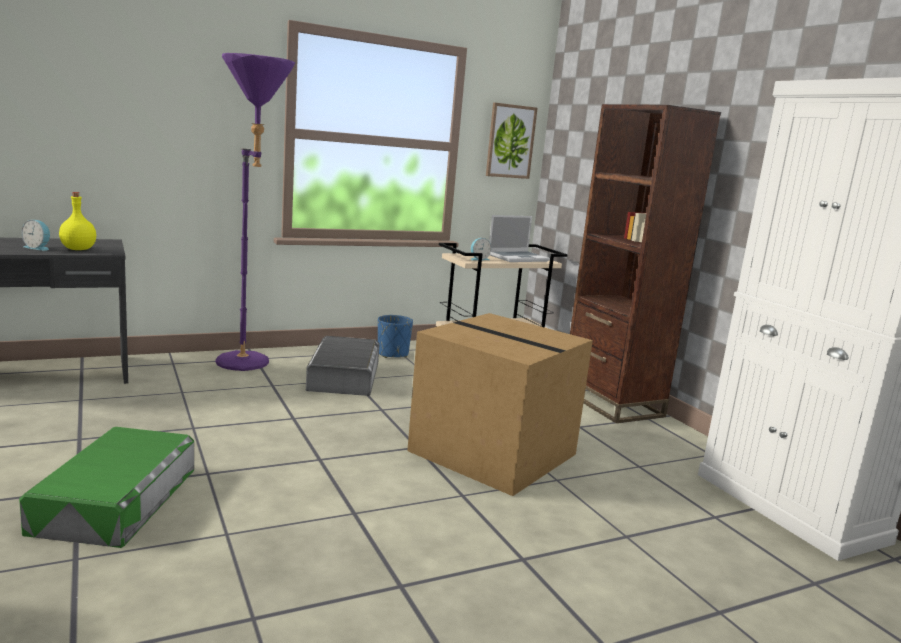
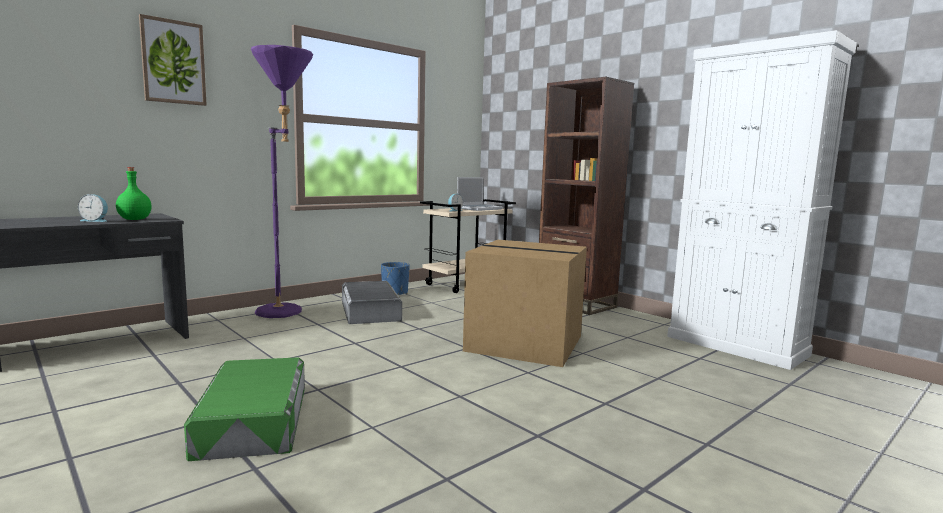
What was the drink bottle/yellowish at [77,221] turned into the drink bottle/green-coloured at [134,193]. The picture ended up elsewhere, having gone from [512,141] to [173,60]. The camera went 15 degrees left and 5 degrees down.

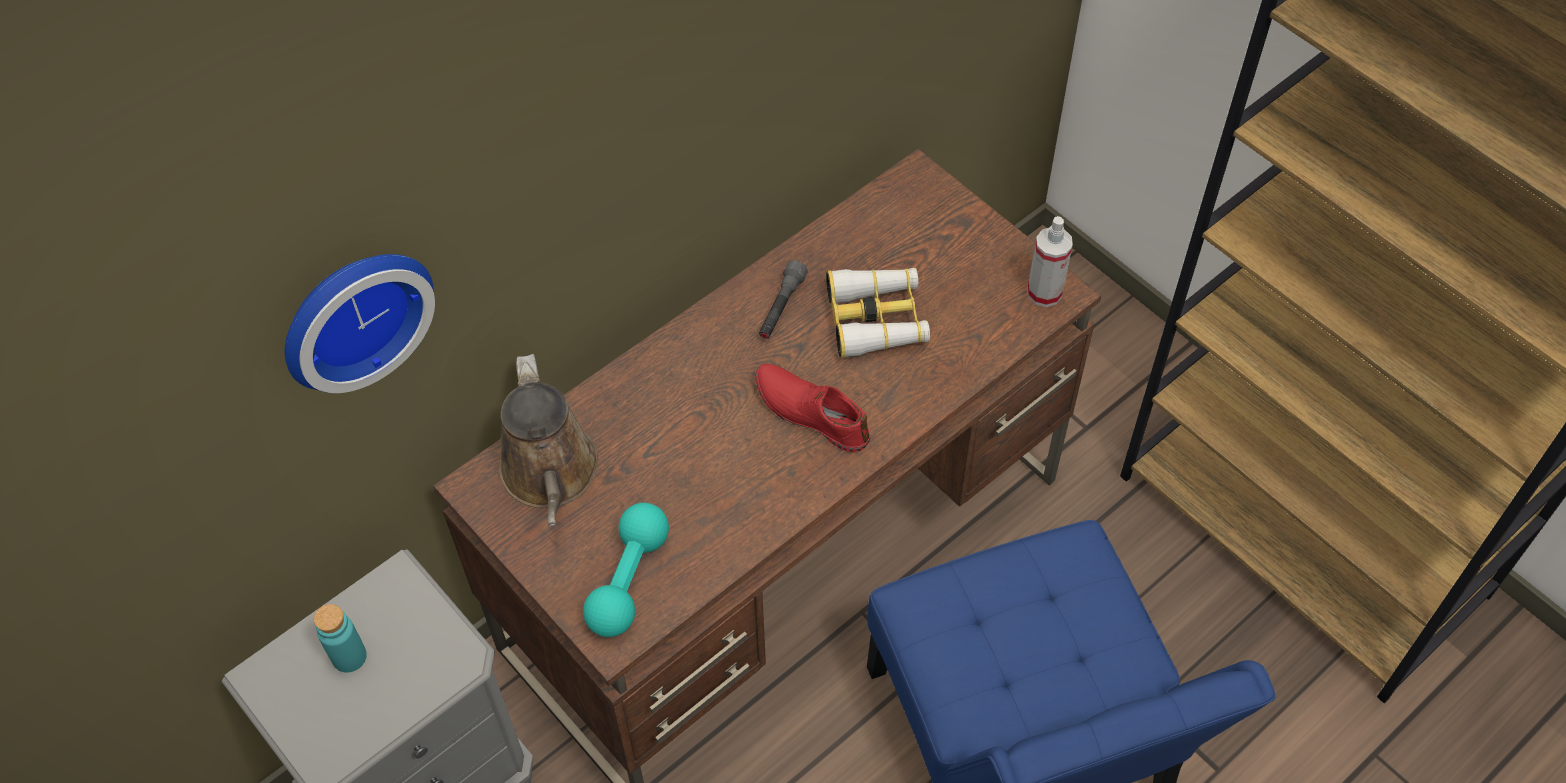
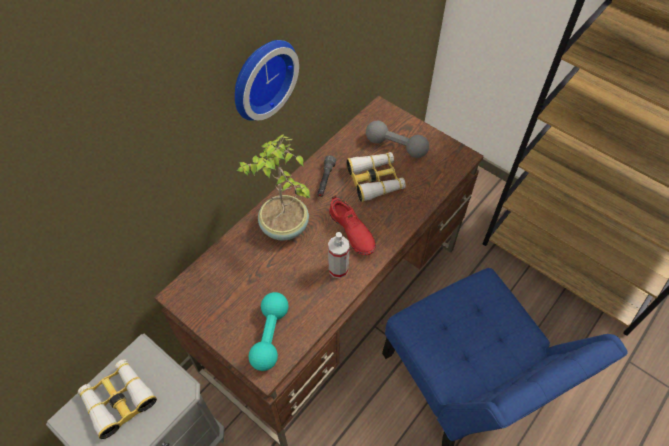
Where the drink bottle/turquoise-coloured stood at [340,638], the binoculars came to stand at [117,399]. The clock on the wall ended up elsewhere, having gone from [360,323] to [267,80]. The second view gained the plant in a pot at [273,188]. The sprayer ended up elsewhere, having gone from [1050,261] to [339,255]. The shoe/red-coloured at [812,408] ended up facing another way, 150 degrees counterclockwise from before. The second view gained the free weight/grey at [397,139]. The second view lost the sprinkling can/brown-coloured at [548,440]. The camera went 10 degrees left and 0 degrees up.

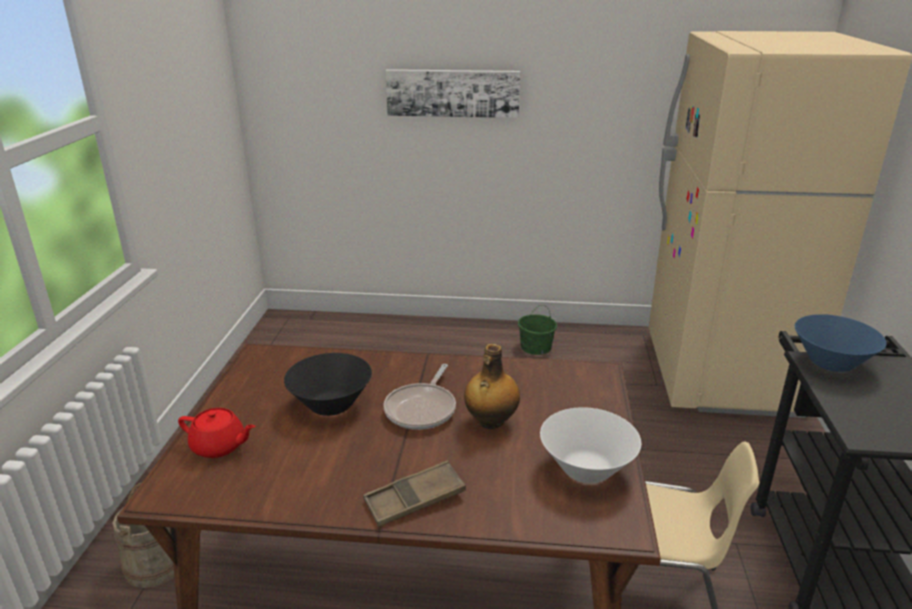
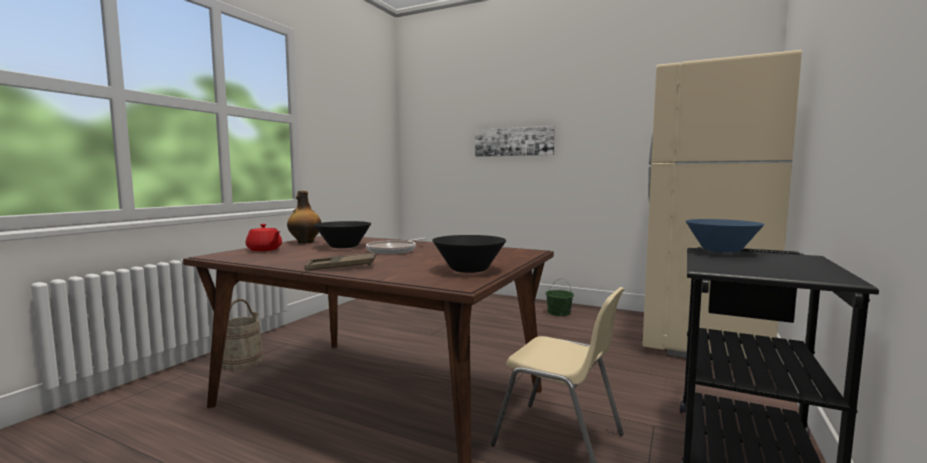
The drink bottle ended up elsewhere, having gone from [492,386] to [304,217]. What was the bowl/white at [590,445] turned into the bowl/black at [469,254]. The camera went 20 degrees right and 20 degrees down.

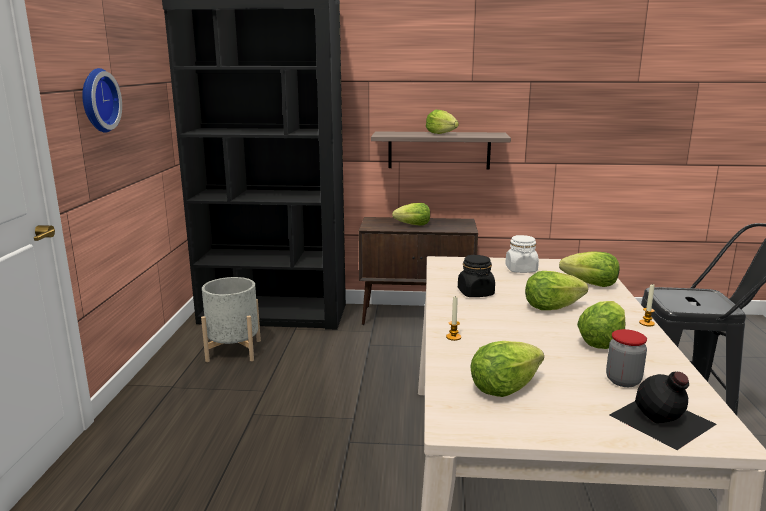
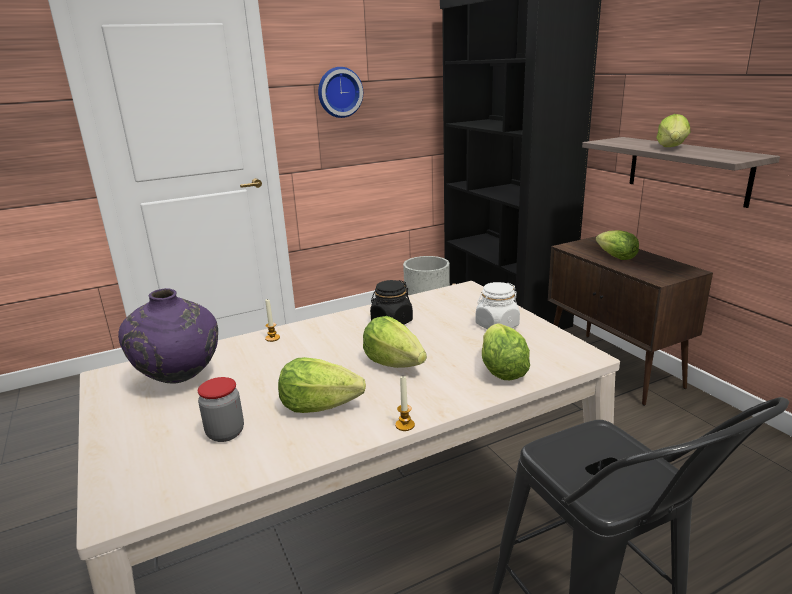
Where the lettuce head stood at [507,369], the vase/purple came to stand at [168,336]. The second view lost the drink bottle/black at [662,411]. The camera went 60 degrees right and 5 degrees up.

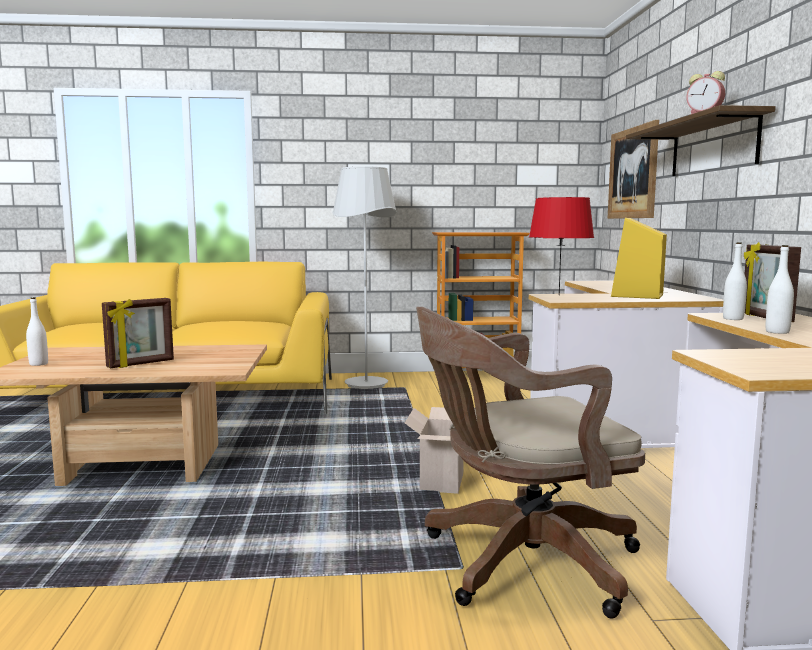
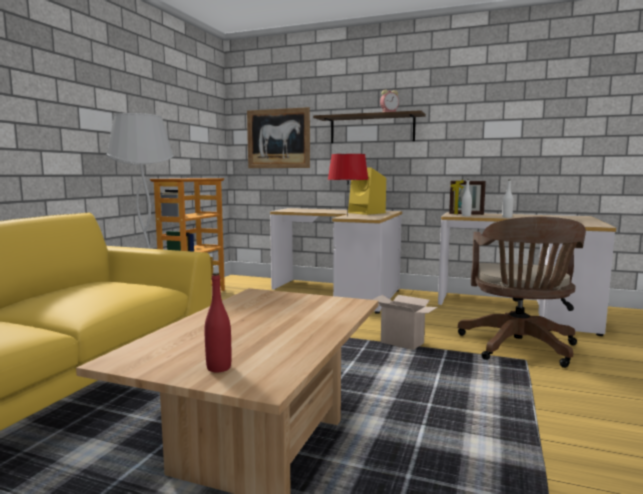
What was the drink bottle/white at [37,331] turned into the drink bottle/red-coloured at [218,322]. The second view lost the standing frame at [138,333]. The camera went 65 degrees left and 0 degrees up.

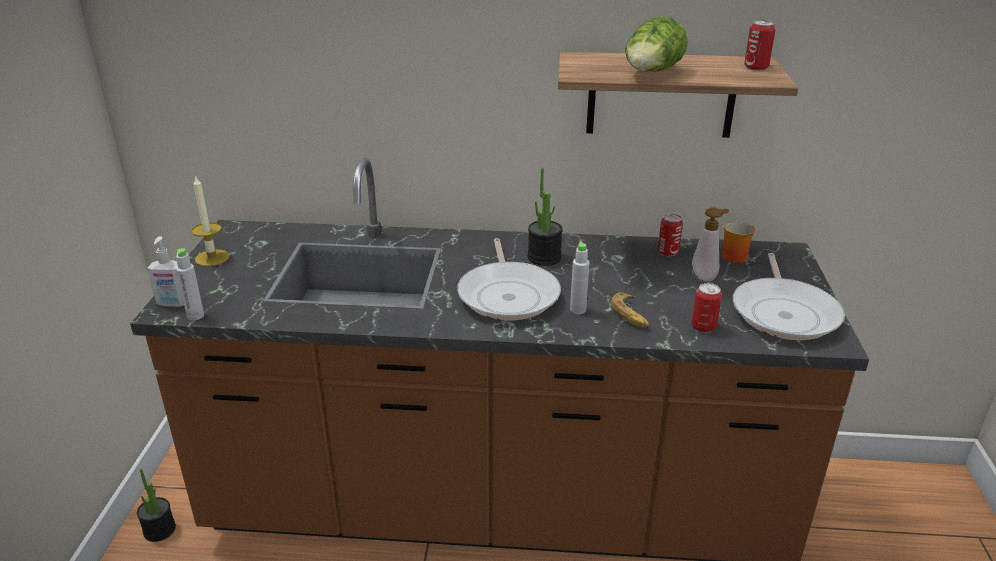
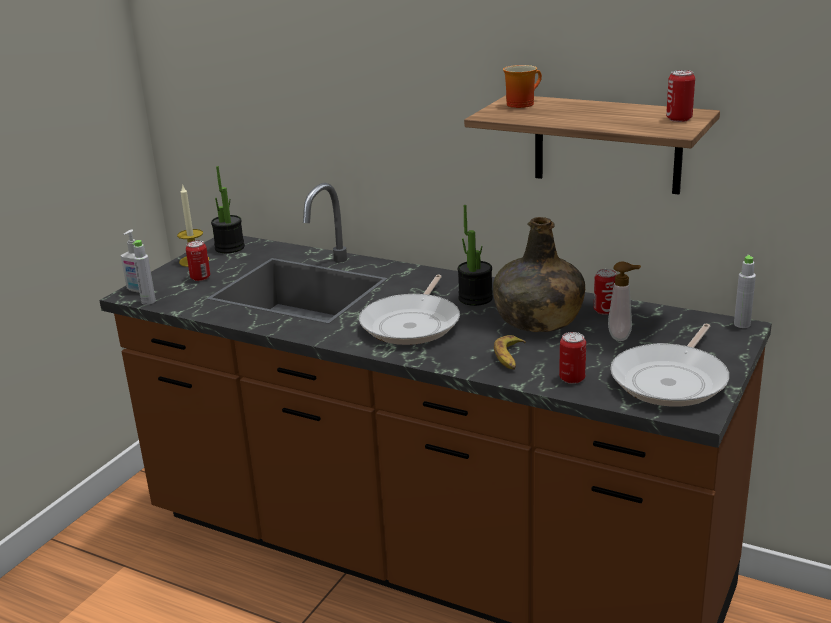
The second view gained the can at [198,260]. The plant in a pot ended up elsewhere, having gone from [156,505] to [228,209]. The second view gained the drink bottle/green-coloured at [539,274]. The mug ended up elsewhere, having gone from [739,242] to [522,86]. The drink bottle/grey ended up elsewhere, having gone from [580,278] to [745,291]. The second view lost the lettuce head at [656,44]. The camera went 25 degrees right and 5 degrees down.

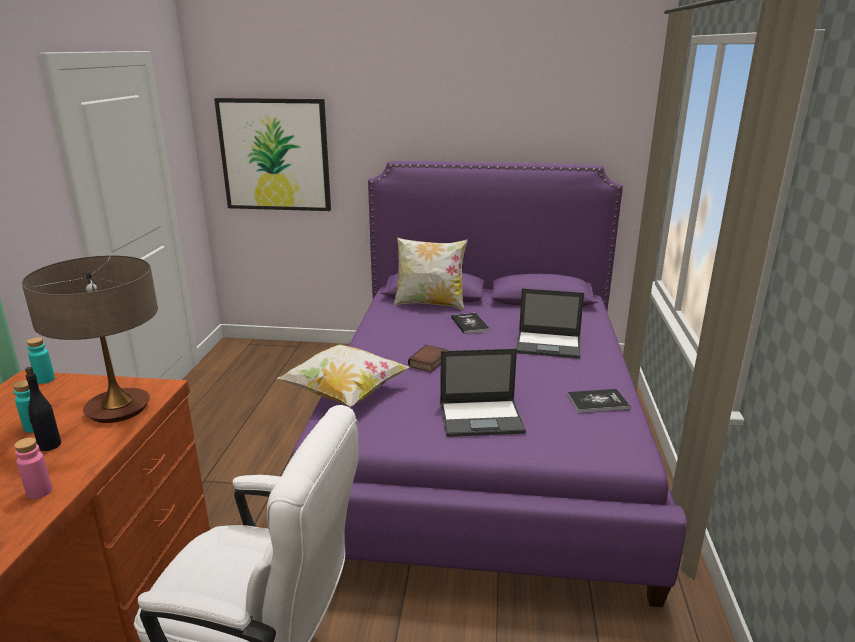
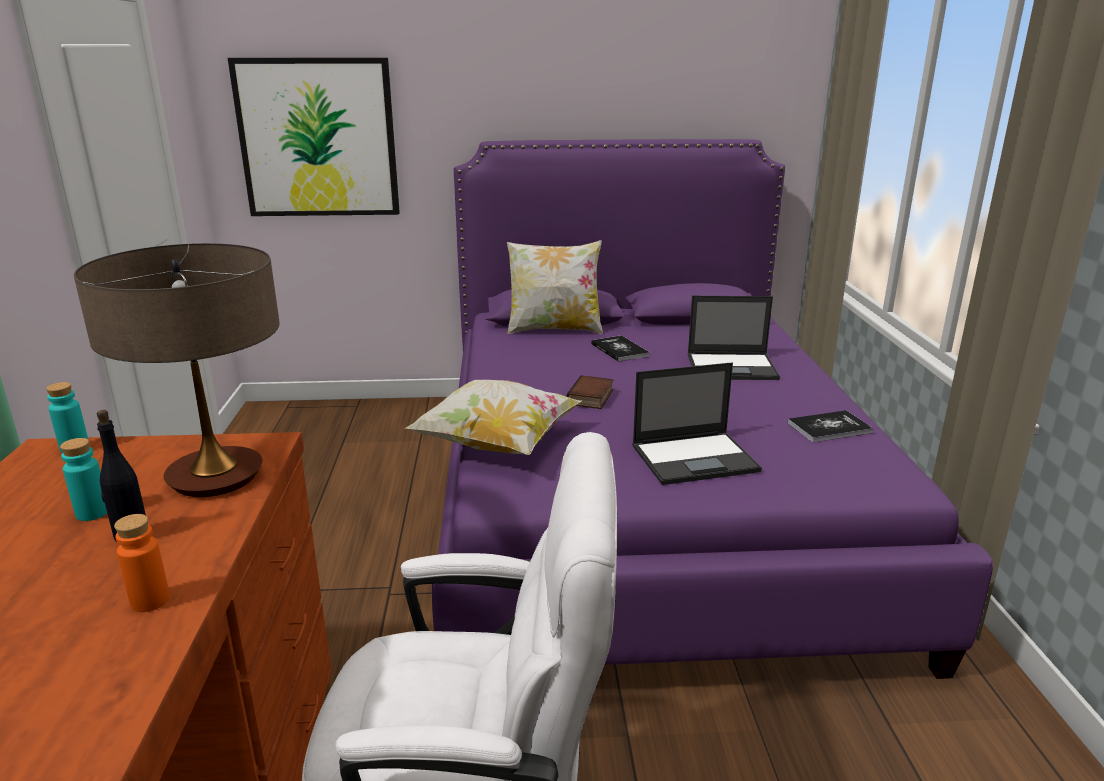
What was the drink bottle/pinkish at [33,468] turned into the drink bottle/orange at [142,563]. The camera went 10 degrees left and 0 degrees up.

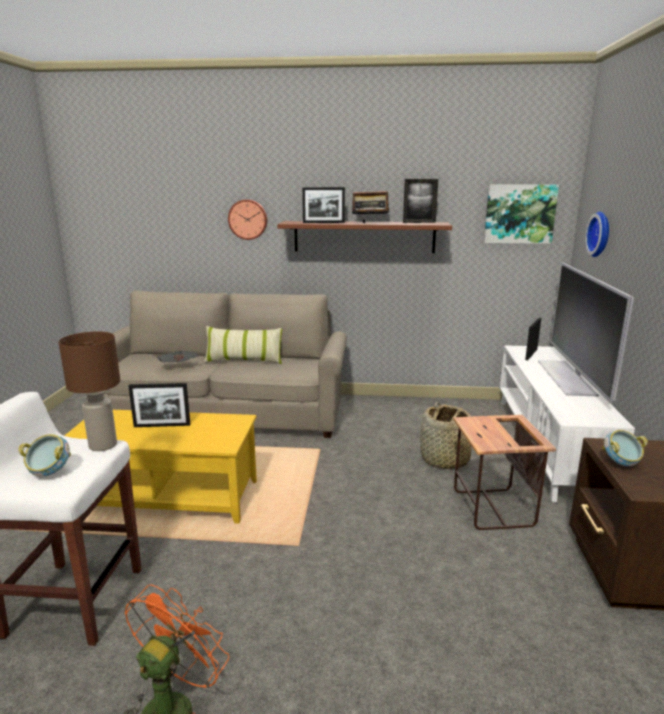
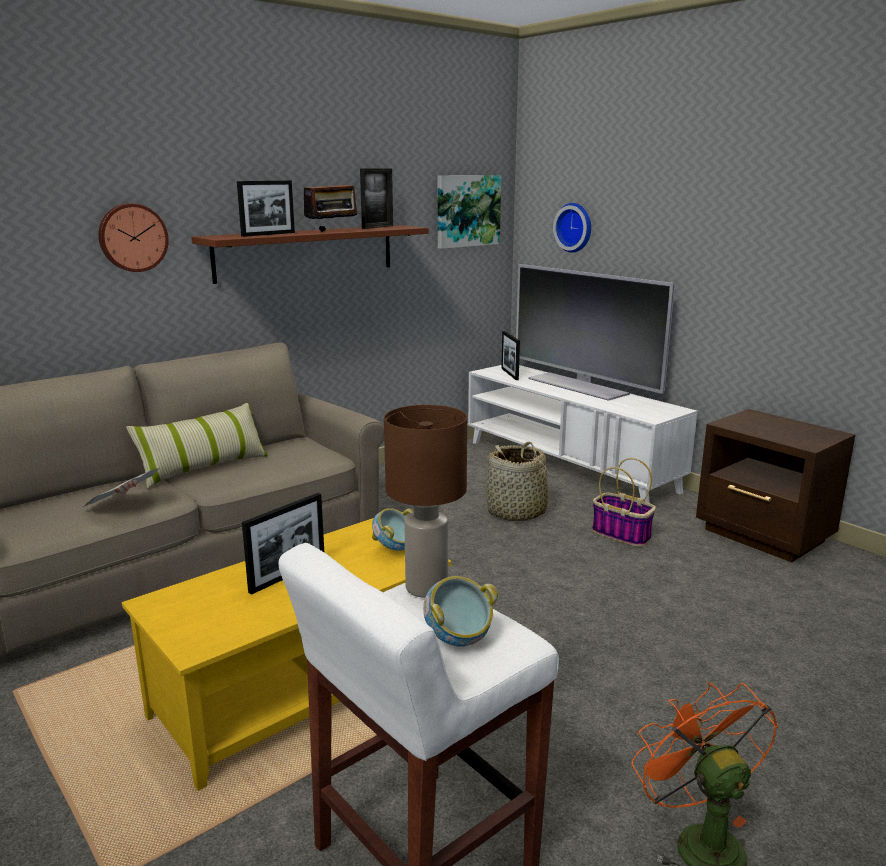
The bowl ended up elsewhere, having gone from [625,448] to [393,529]. Where the end table stood at [504,472], the household basket came to stand at [624,502]. The camera went 45 degrees left and 0 degrees up.

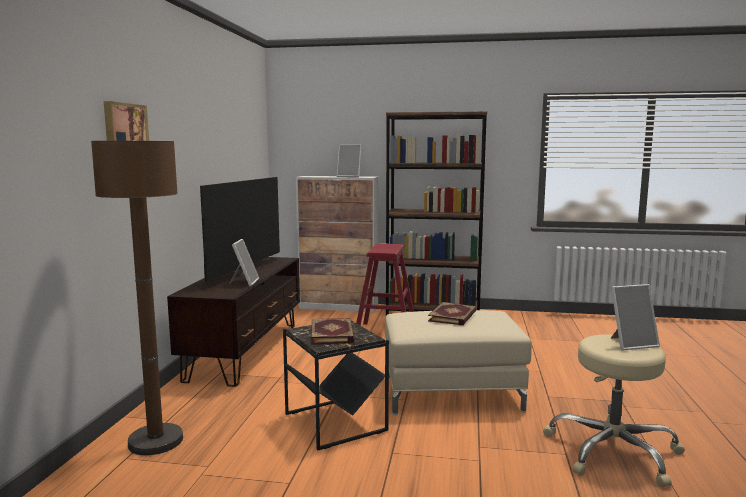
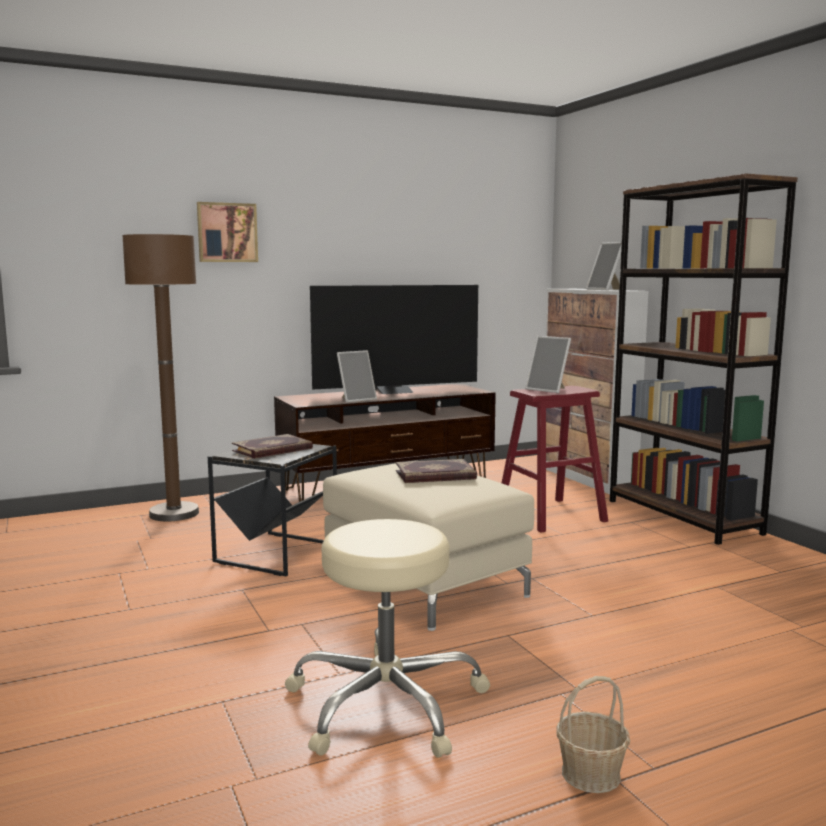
The standing frame ended up elsewhere, having gone from [635,317] to [548,364]. The second view gained the household basket at [593,734]. The camera went 55 degrees right and 0 degrees up.

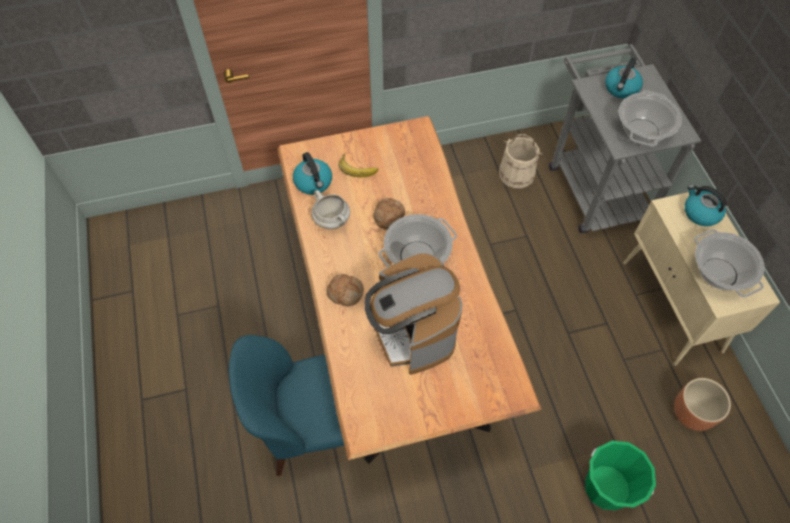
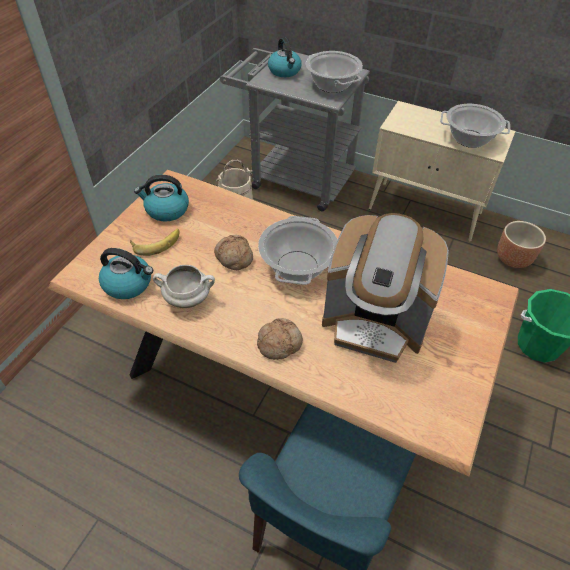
The tea kettle ended up elsewhere, having gone from [706,205] to [161,198]. The camera went 50 degrees left and 10 degrees down.

